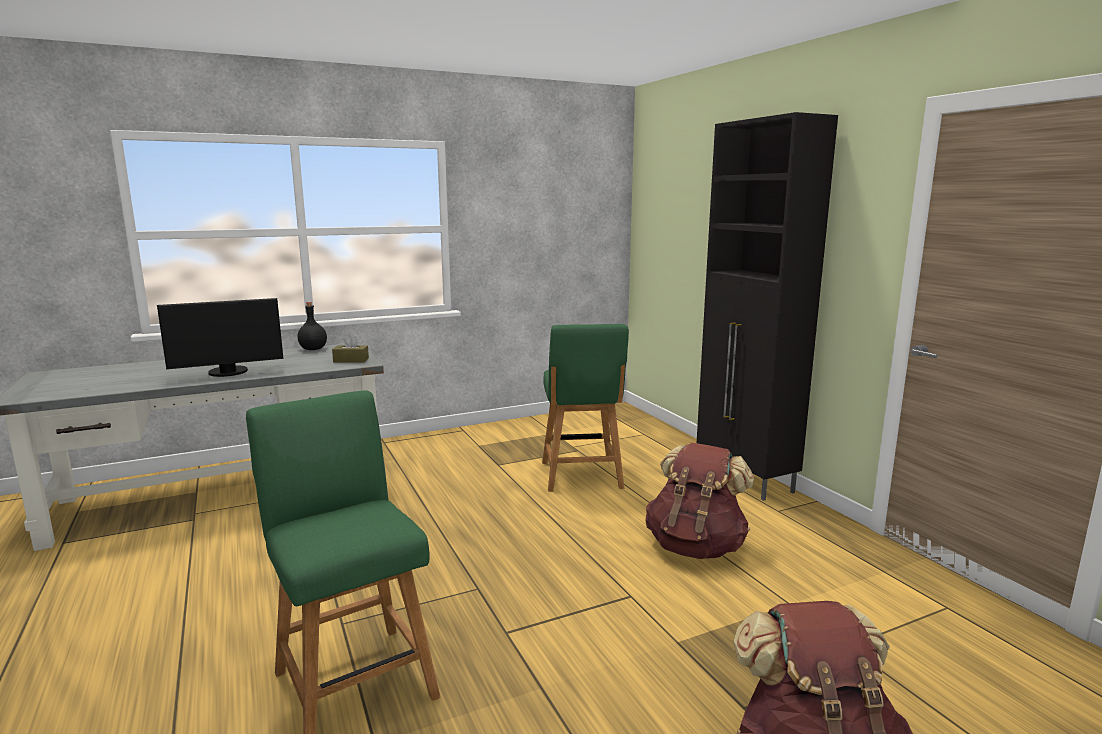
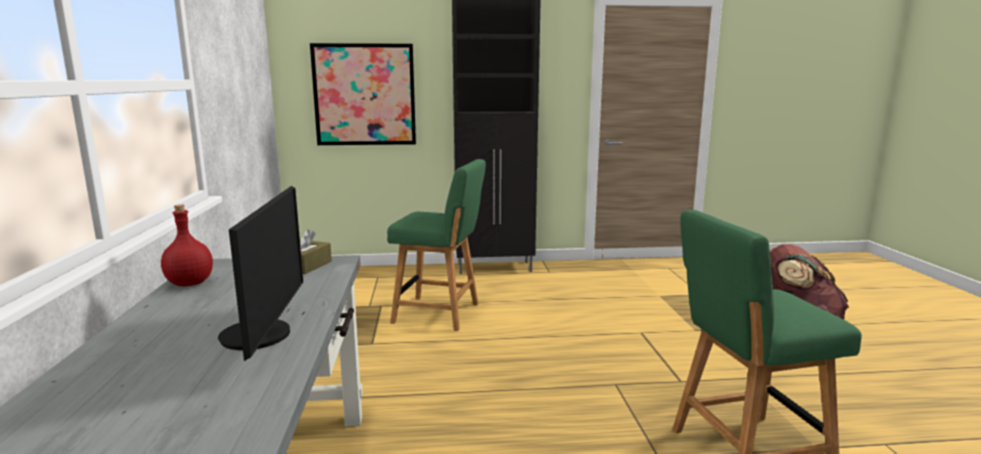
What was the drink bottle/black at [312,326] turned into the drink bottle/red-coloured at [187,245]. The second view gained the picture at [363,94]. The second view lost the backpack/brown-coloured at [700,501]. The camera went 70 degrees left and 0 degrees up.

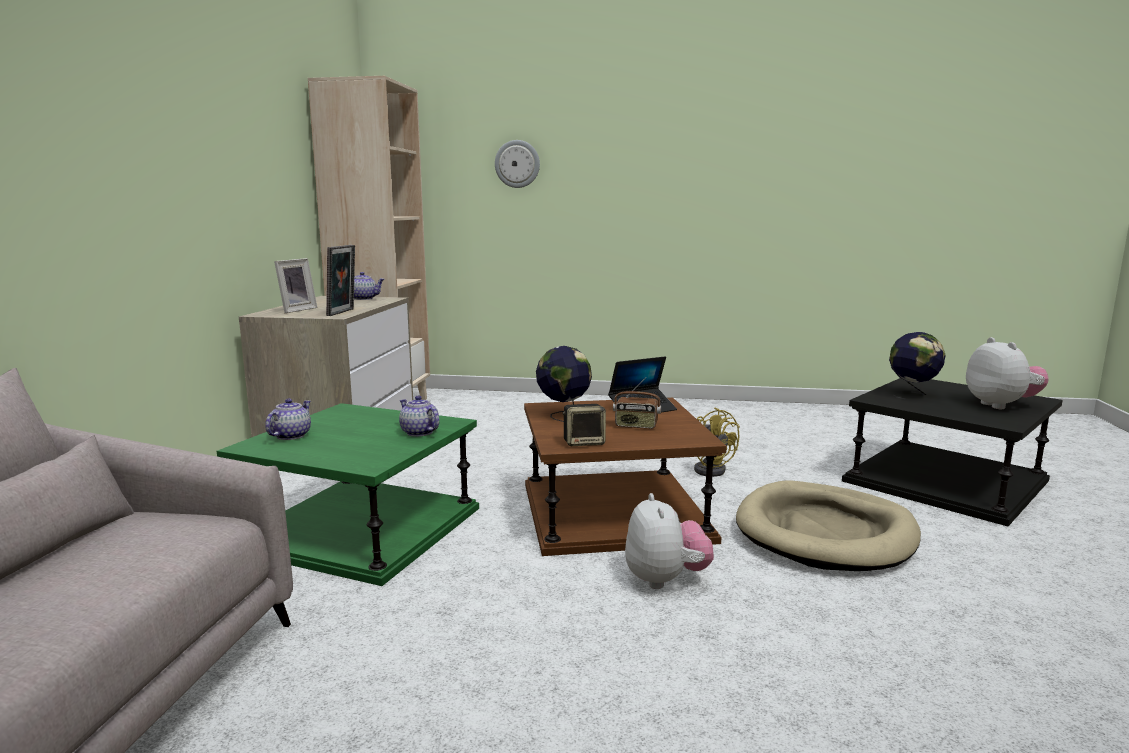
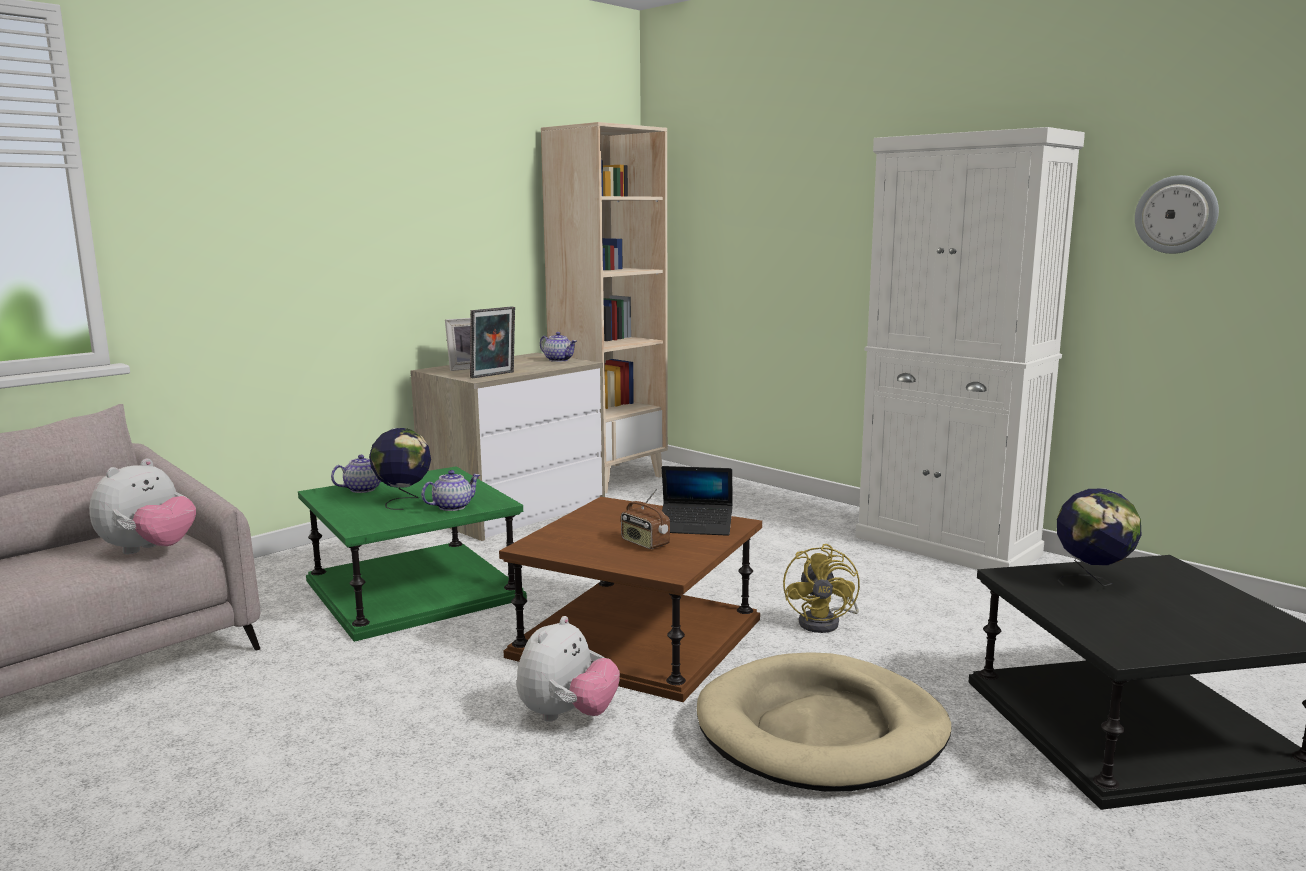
The cuddly toy ended up elsewhere, having gone from [1007,373] to [142,506]. The world globe ended up elsewhere, having gone from [564,384] to [400,469]. The teapot at [419,416] ended up facing another way, 60 degrees clockwise from before. The second view gained the storage cabinet/white at [970,348]. The clock on the wall ended up elsewhere, having gone from [517,164] to [1177,214]. The second view lost the audio speaker at [584,425]. The camera went 35 degrees right and 0 degrees up.

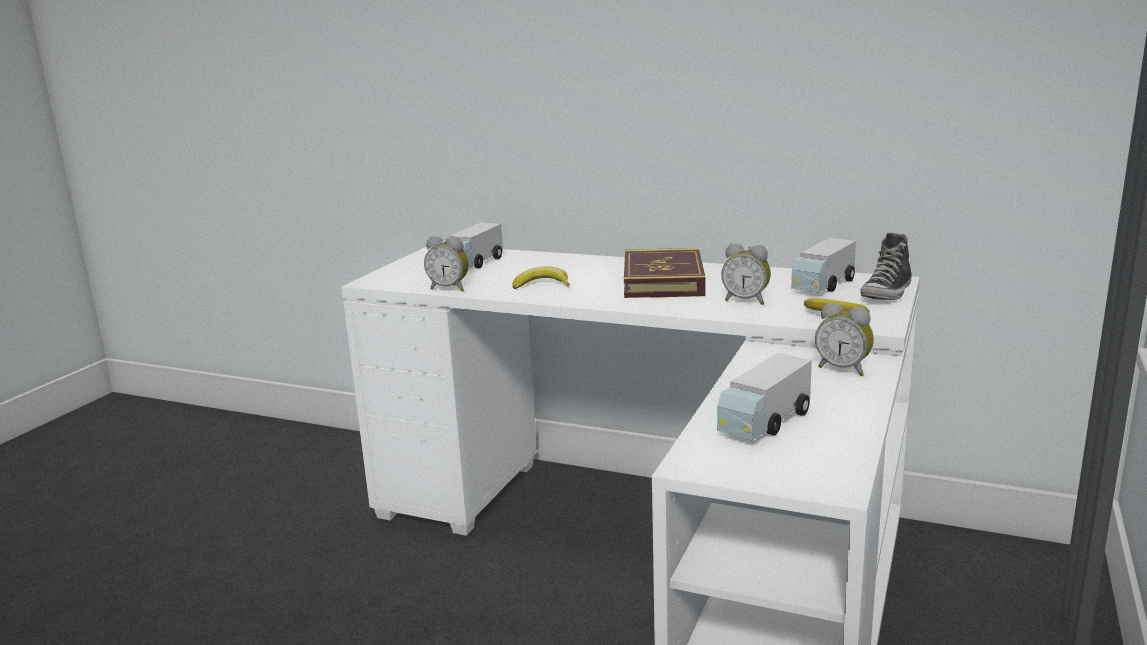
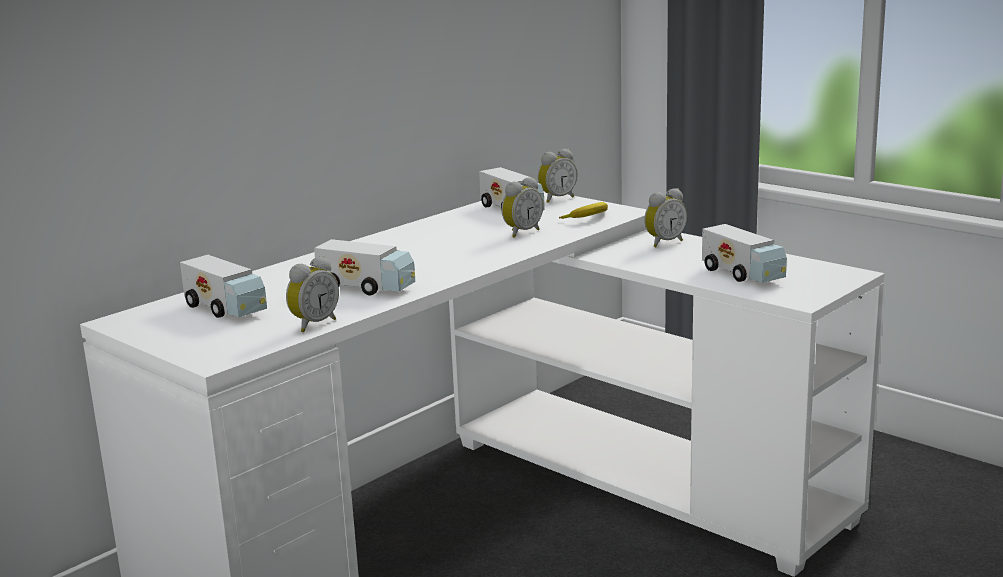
Where the banana stood at [541,277], the toy truck came to stand at [364,267]. Where the shoe stood at [886,266], the table clock came to stand at [557,175]. The second view lost the volume at [665,273]. The camera went 70 degrees left and 0 degrees up.

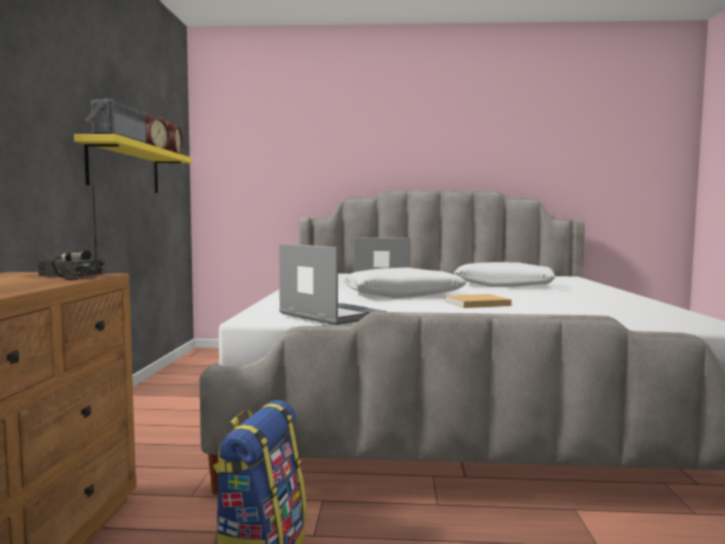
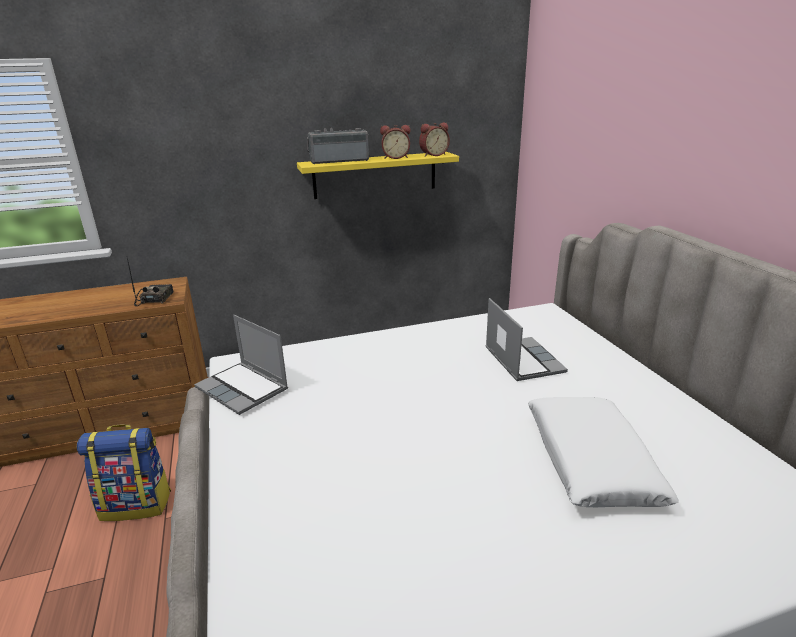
The portable computer at [333,284] ended up facing another way, 105 degrees clockwise from before. The second view lost the cushion/white at [405,283]. The second view lost the volume/beige-coloured at [478,301]. The camera went 70 degrees right and 20 degrees up.

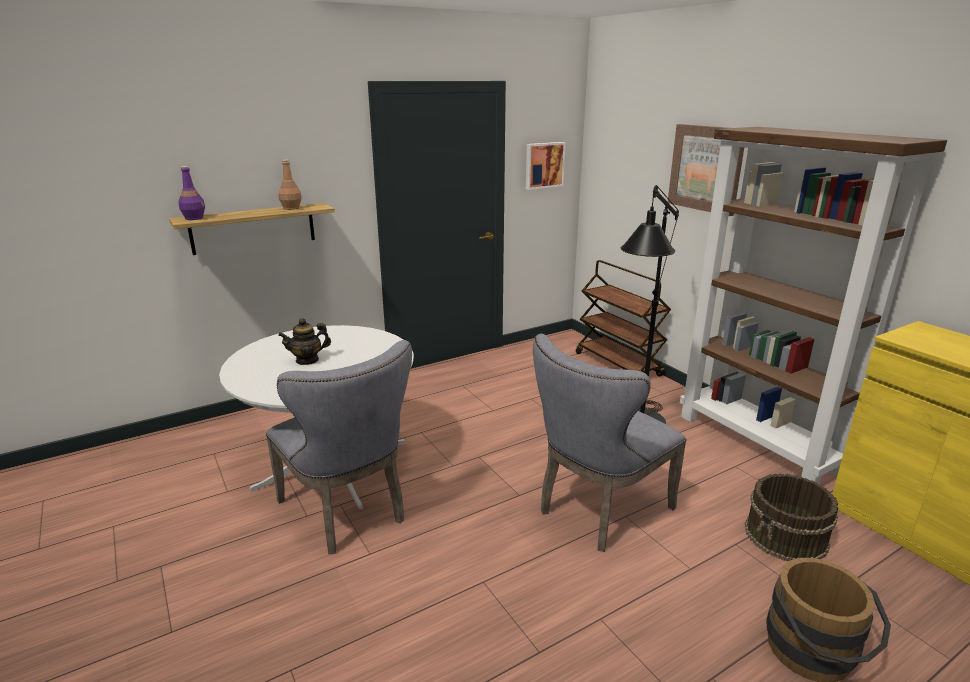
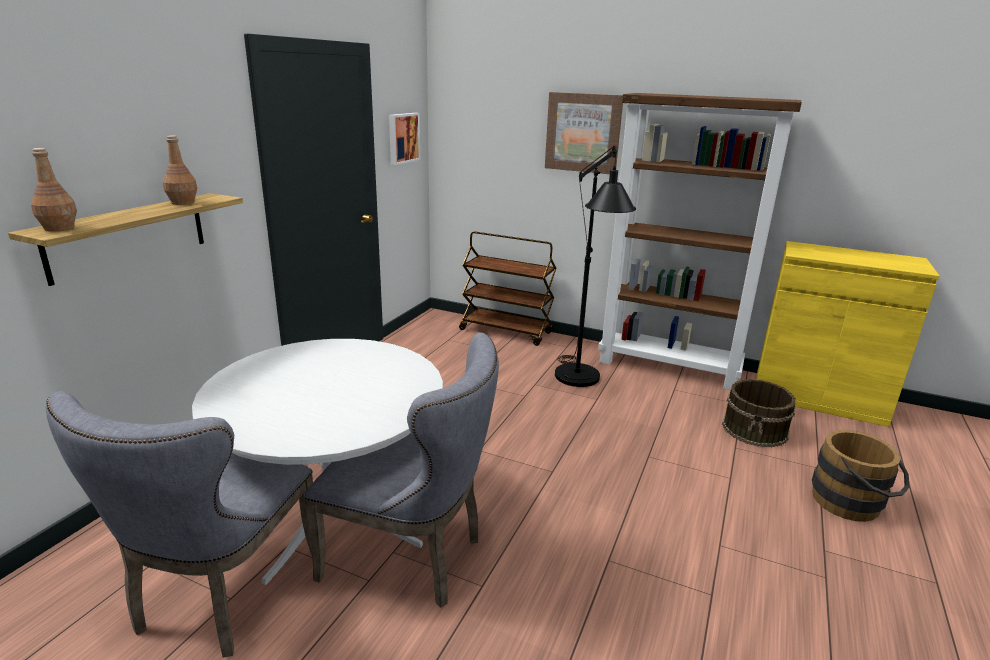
What was the drink bottle/purple at [191,193] turned into the drink bottle/brown-coloured at [54,189]. The upright chair/grey ended up elsewhere, having gone from [610,443] to [179,524]. The second view lost the teapot at [304,341]. The camera went 35 degrees left and 0 degrees up.

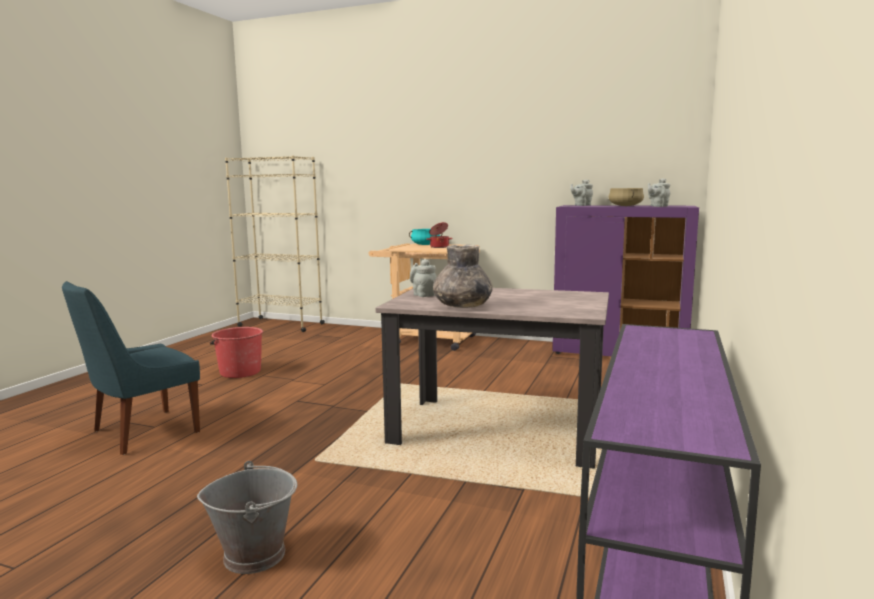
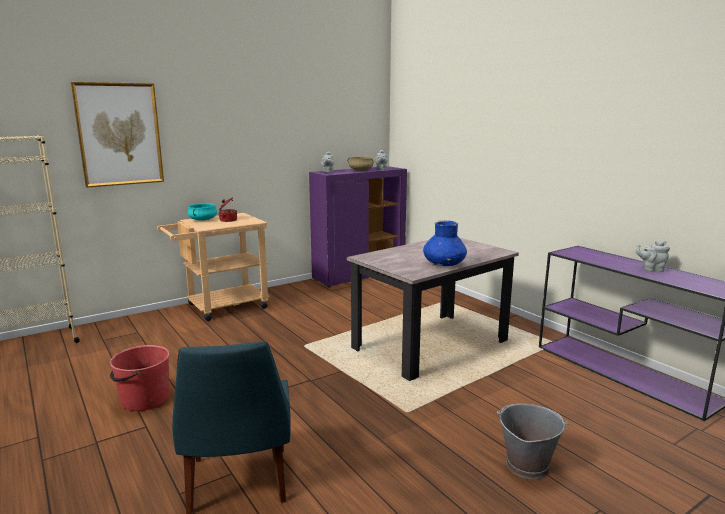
The second view gained the picture at [117,135]. What was the vase/grey at [462,276] turned into the vase/blue at [445,243]. The teapot/grey ended up elsewhere, having gone from [423,278] to [652,256]. The camera went 55 degrees left and 5 degrees up.

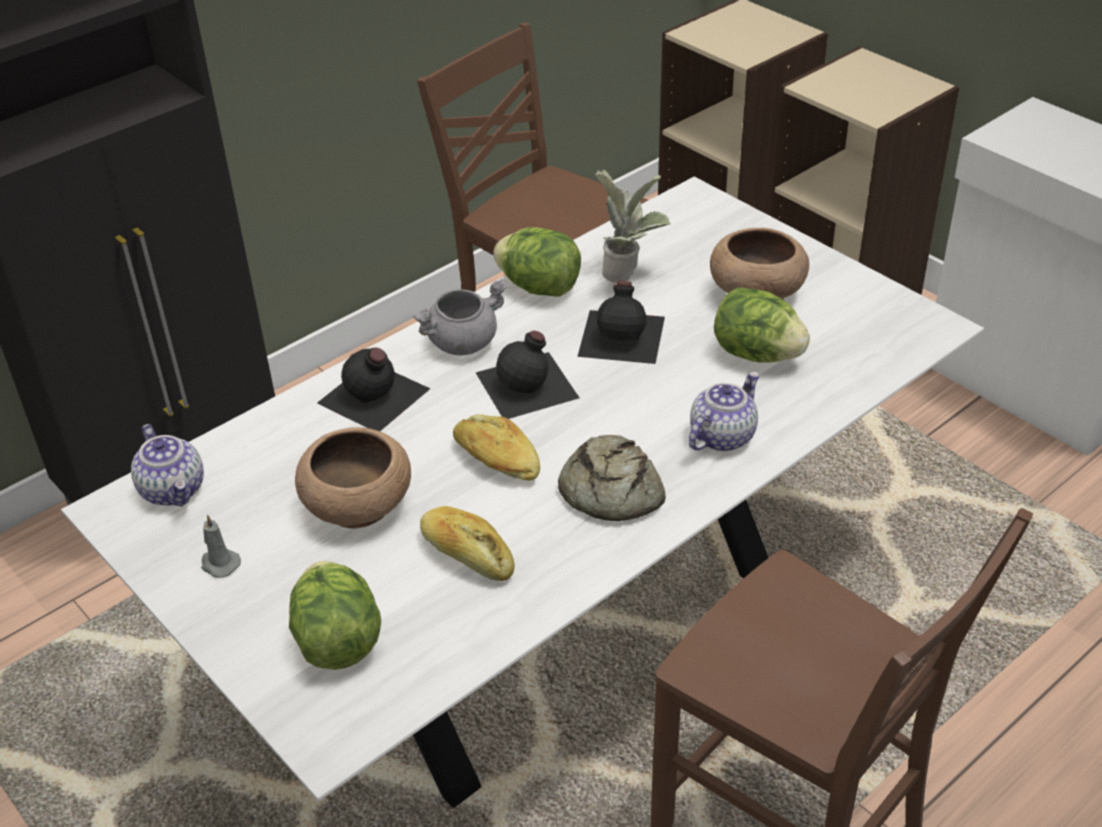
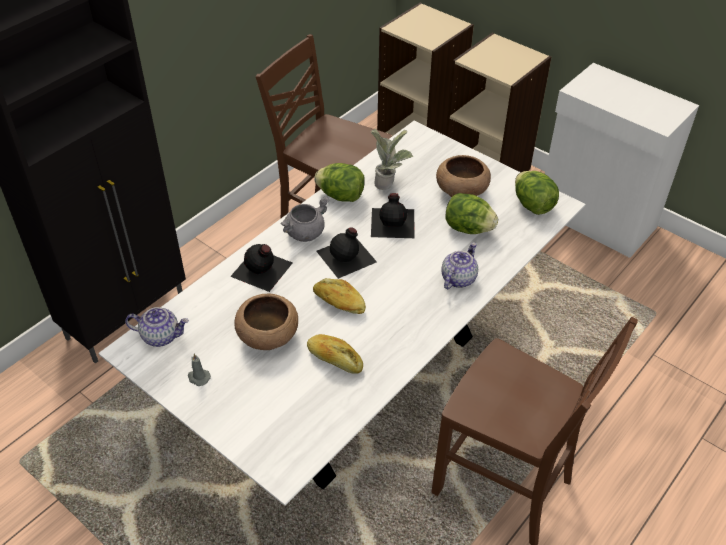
The teapot at [167,465] ended up facing another way, 45 degrees counterclockwise from before. The lettuce head ended up elsewhere, having gone from [335,615] to [537,193]. The second view lost the baked bread at [612,478]. The camera went 10 degrees left and 5 degrees up.

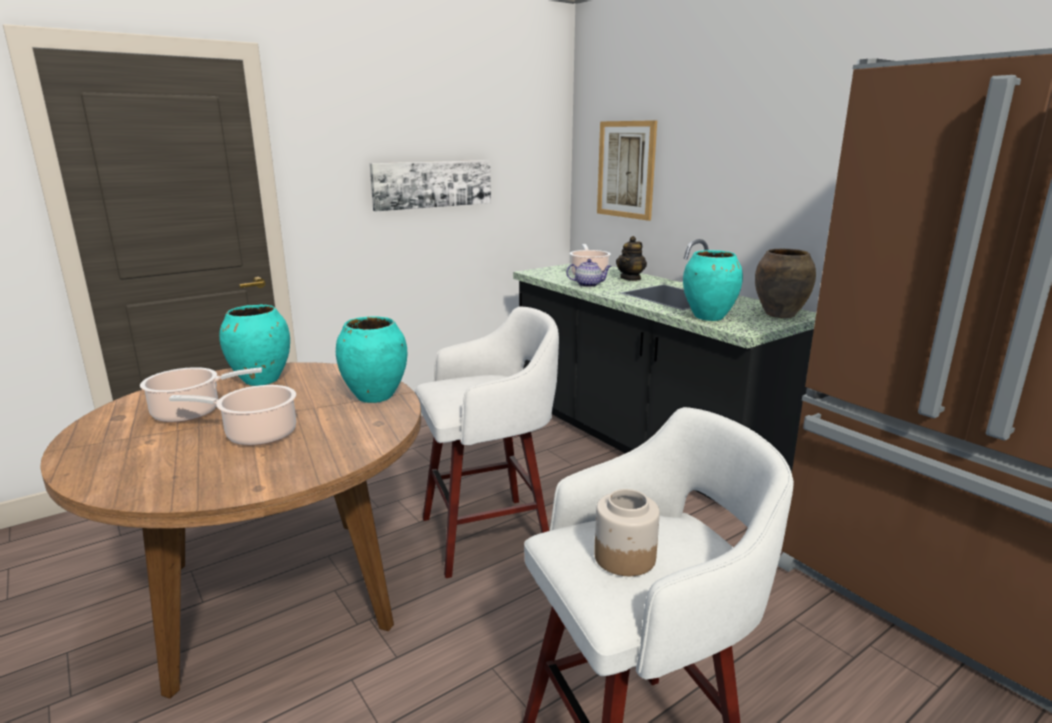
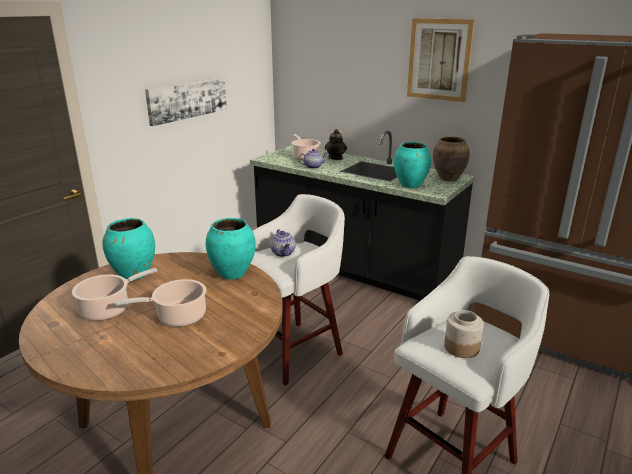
The second view gained the teapot at [283,243]. The picture ended up elsewhere, having gone from [627,170] to [441,60]. The camera went 20 degrees left and 5 degrees up.

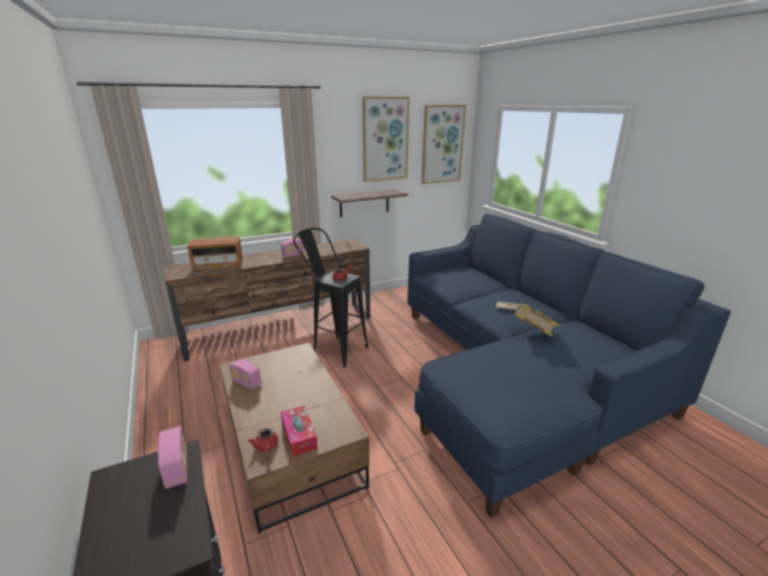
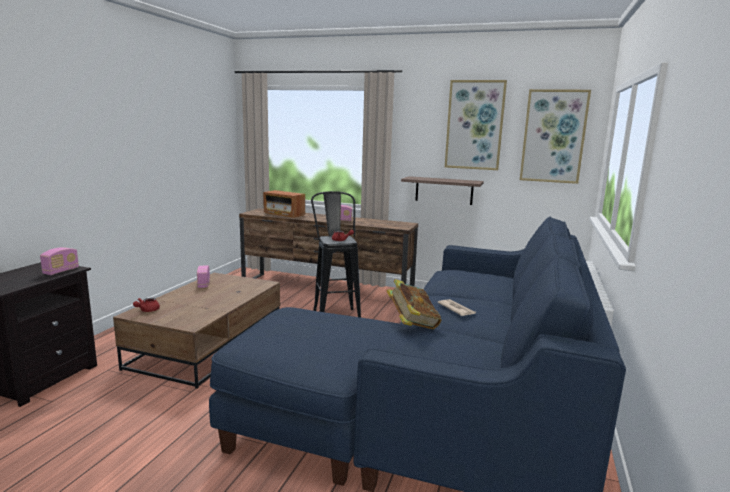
The second view lost the tissue holder at [299,431]. The camera went 45 degrees right and 10 degrees down.

